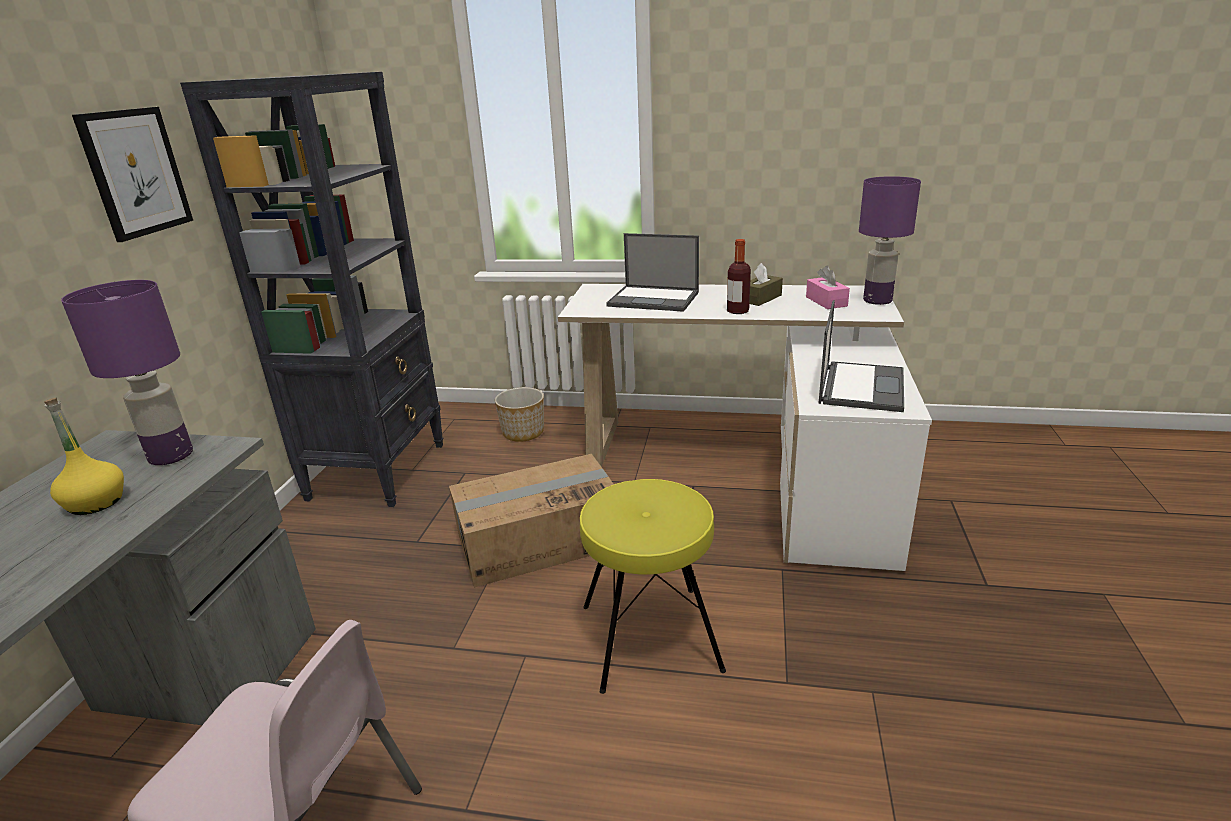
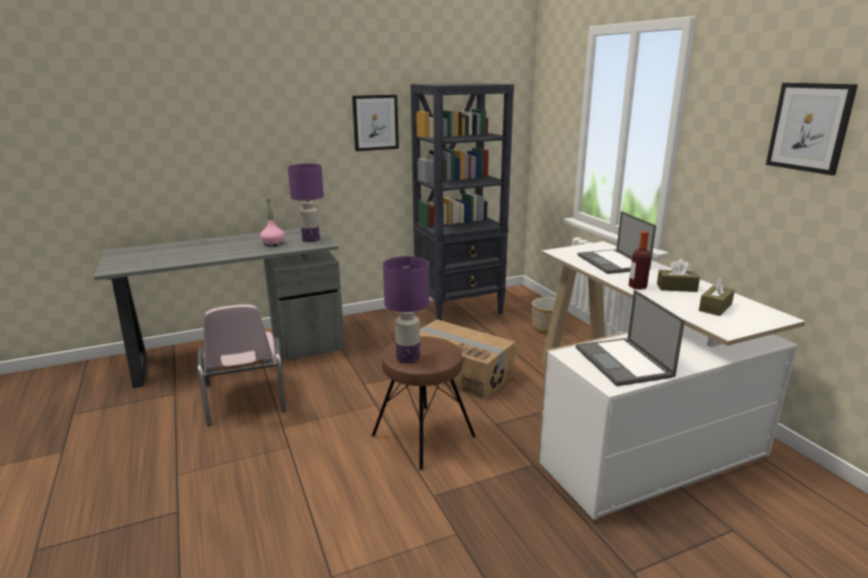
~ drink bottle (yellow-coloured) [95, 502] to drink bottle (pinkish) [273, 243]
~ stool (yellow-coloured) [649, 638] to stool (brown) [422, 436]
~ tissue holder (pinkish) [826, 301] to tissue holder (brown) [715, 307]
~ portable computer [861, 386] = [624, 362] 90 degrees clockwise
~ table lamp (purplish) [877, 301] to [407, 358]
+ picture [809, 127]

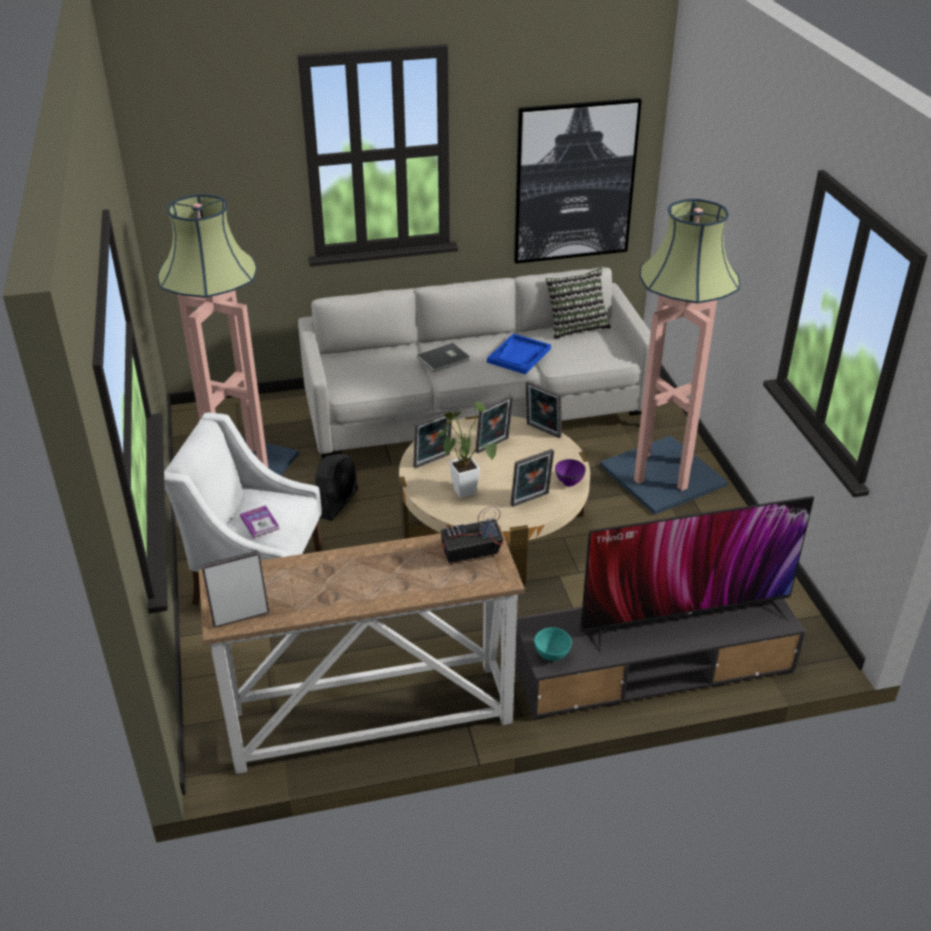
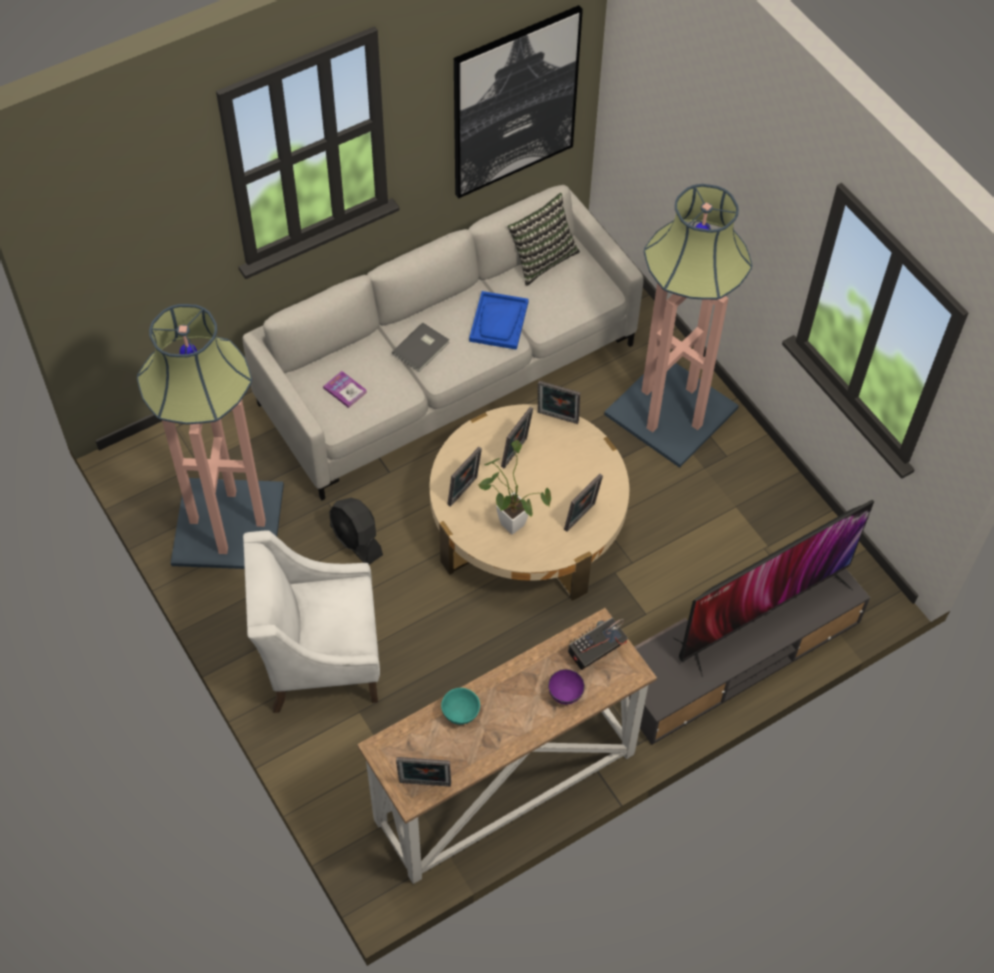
~ standing frame [240, 616] = [424, 785] 135 degrees counterclockwise
~ bound book [259, 522] to [345, 390]
~ electric fan (blackish) [337, 503] = [356, 541] 135 degrees clockwise
~ deep dish (turquoise) [552, 655] to [461, 714]
~ deep dish (purplish) [569, 482] to [565, 694]

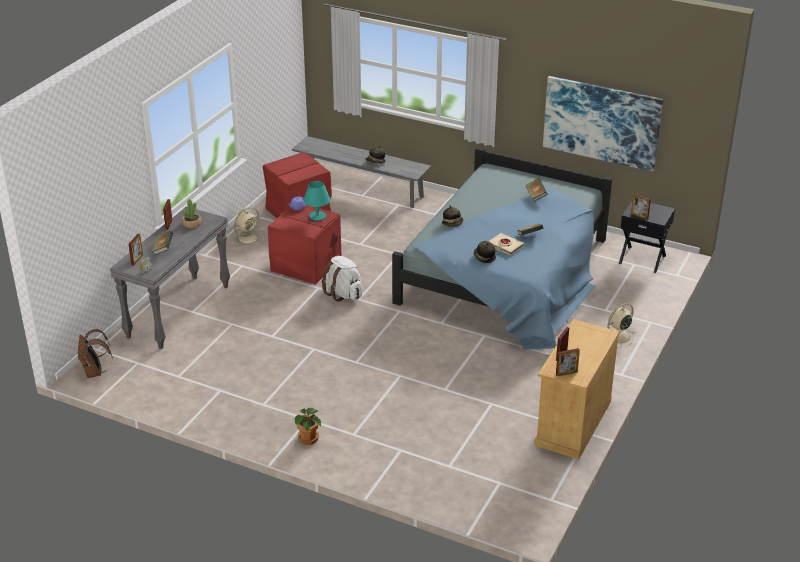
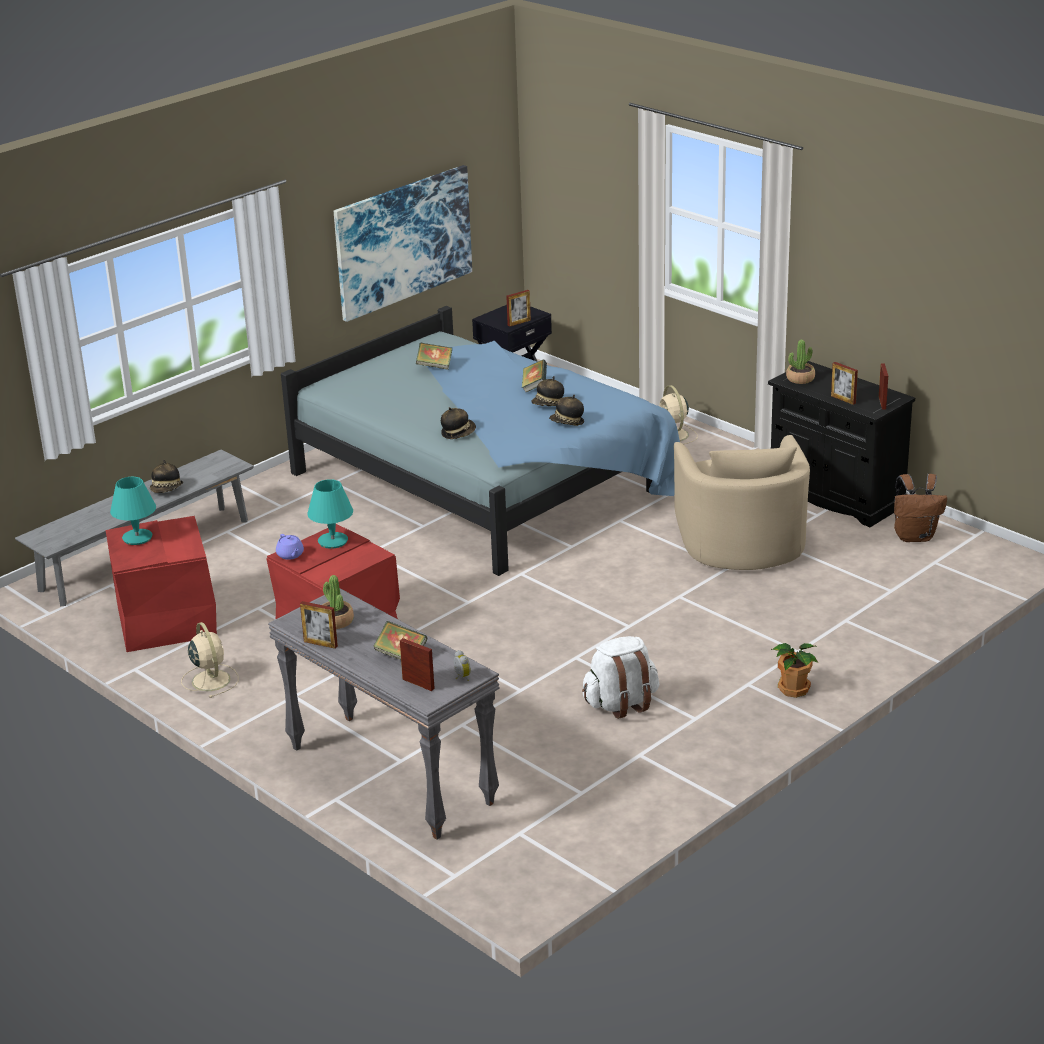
~ backpack (brown) [95, 372] to [915, 536]
~ backpack (white) [343, 294] to [621, 704]
~ bound book (beige-coloured) [505, 246] to wearable hat [548, 405]
~ cupboard (beige-coloured) [573, 423] to cupboard (blackish) [835, 495]
+ table lamp (turquoise) [137, 538]
+ easy chair (beige-coloured) [740, 539]
+ houseplant [800, 379]

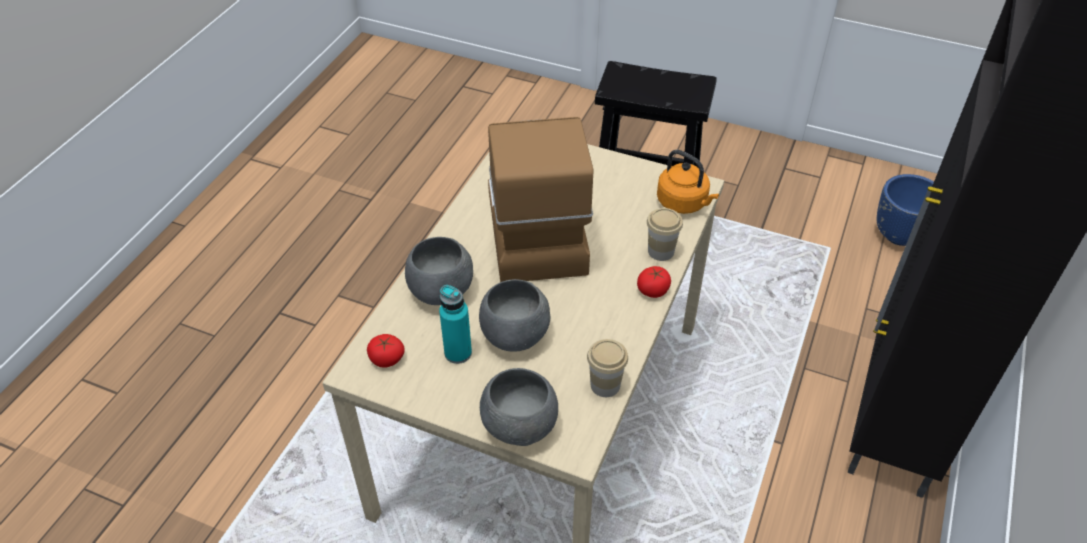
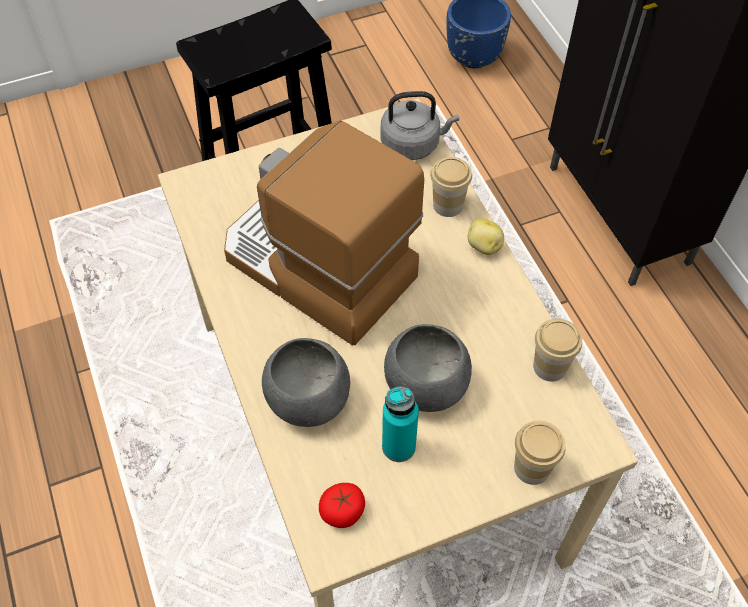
~ deep dish (gray) [519, 427] to cup [532, 468]
~ fresh tomato [653, 290] to spud [484, 247]
~ tea kettle (orange) [684, 203] to tea kettle (gray) [413, 144]

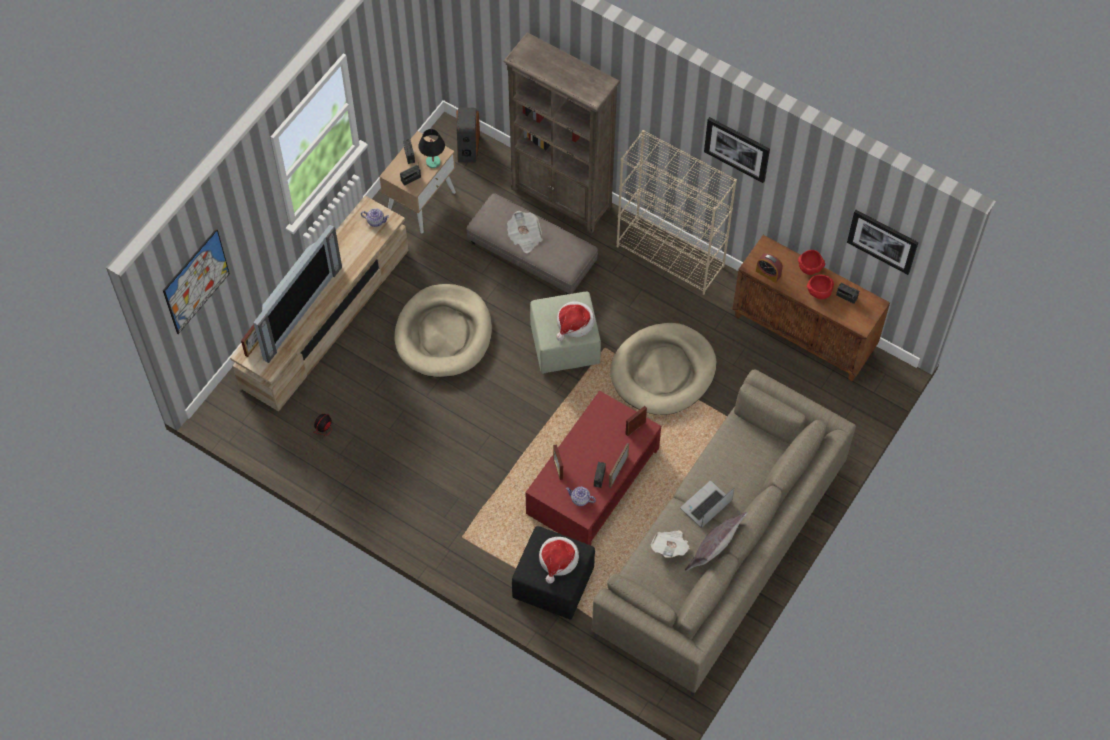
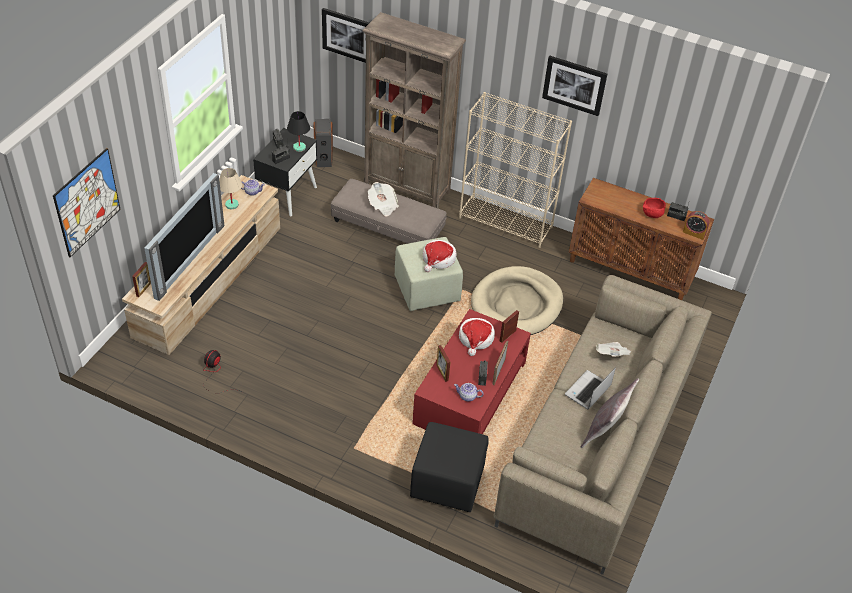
~ bedside table (beige-coloured) [421, 202] to bedside table (blackish) [288, 195]
- dog bed (beige-coloured) [443, 334]
~ wearable hat [558, 560] to [476, 339]
~ newspaper [670, 547] to [611, 355]
~ alarm clock [768, 273] to [694, 233]
- deep dish (red) [810, 268]
~ picture [882, 241] to [348, 35]
+ table lamp (beige-coloured) [232, 205]

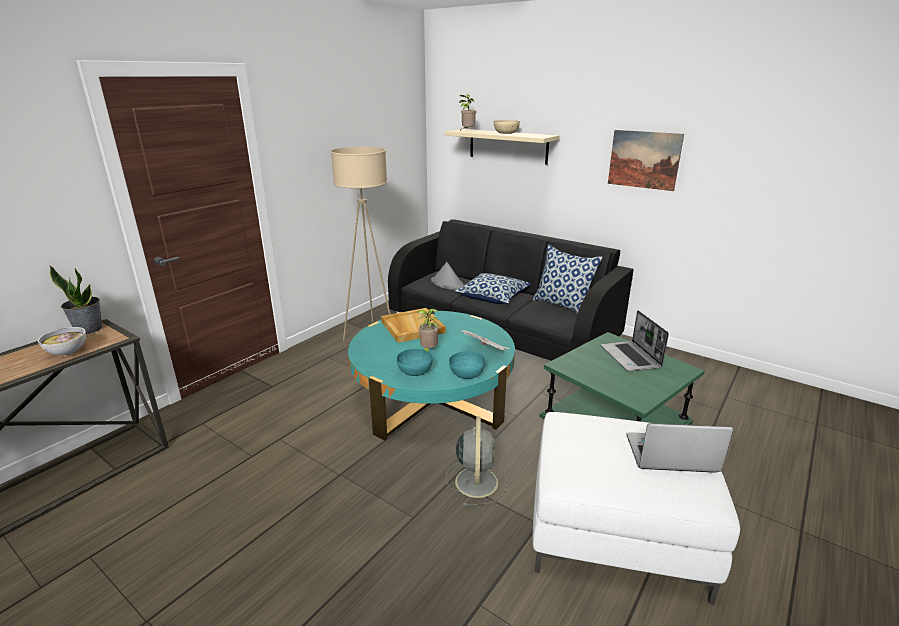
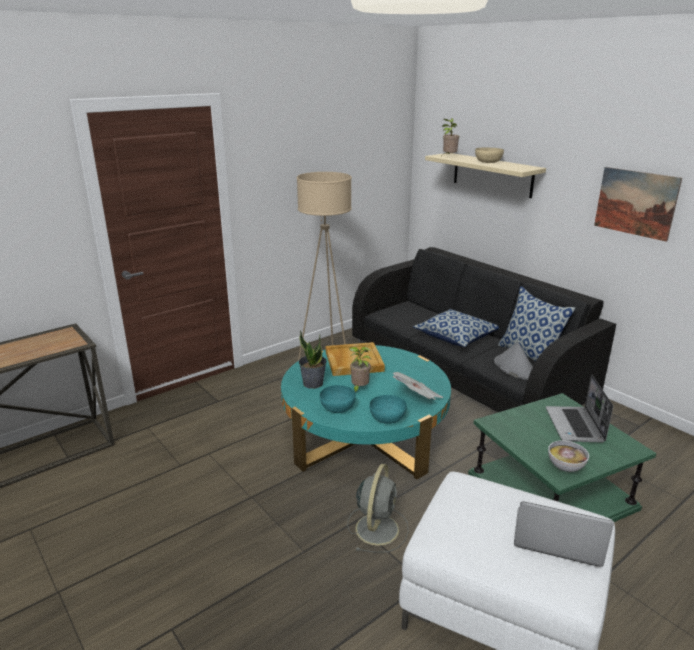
~ deep dish [68, 353] to [565, 467]
~ houseplant [89, 329] to [313, 383]
~ wearable hat (gray) [447, 283] to [515, 368]

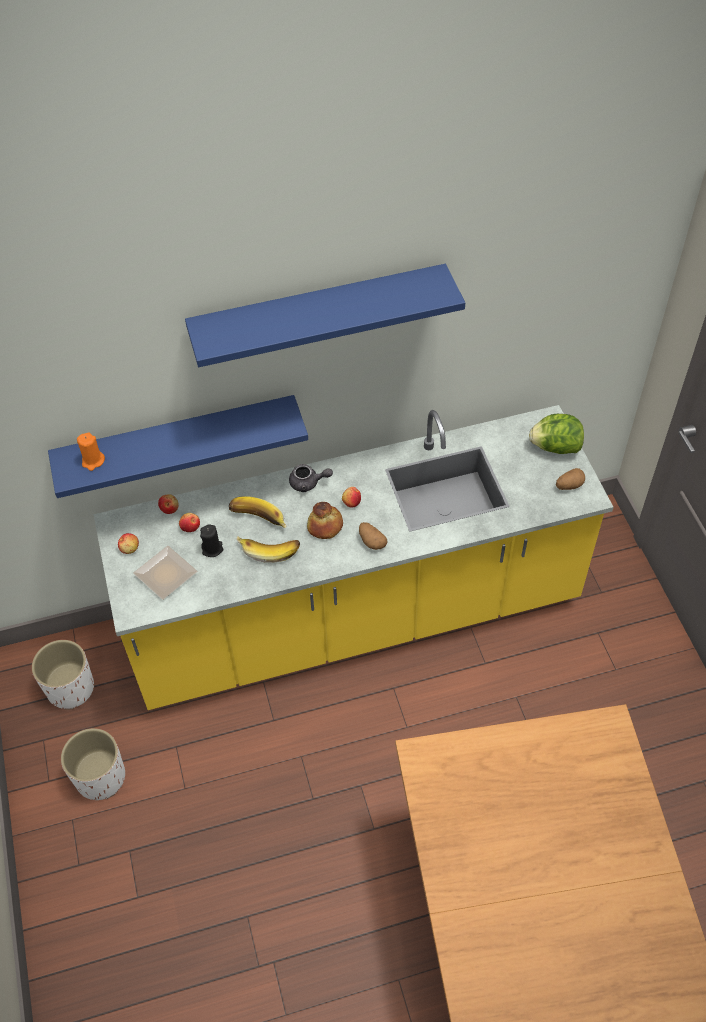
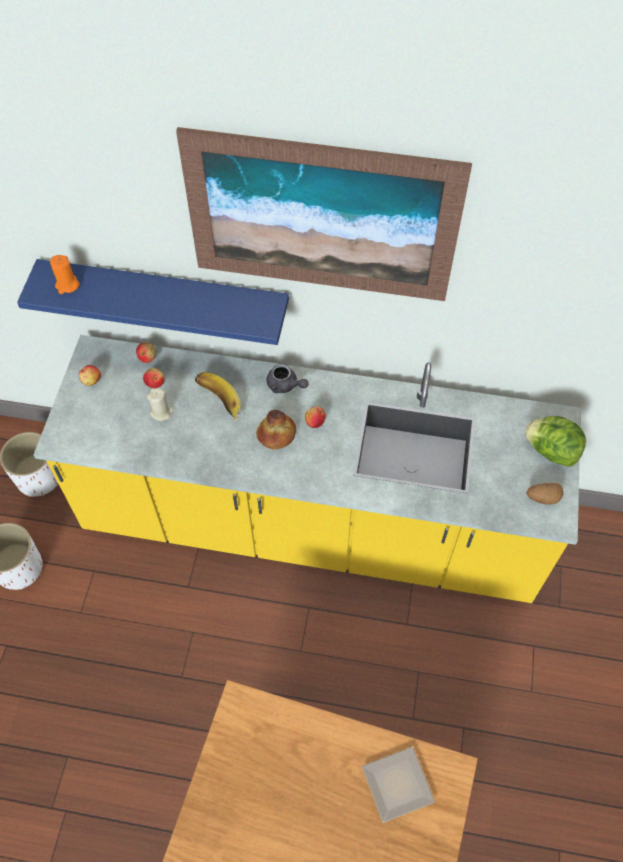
~ dinner plate [168, 574] to [400, 786]
~ wall shelf (bluish) [319, 313] to picture [321, 218]
~ wax light (blackish) [212, 549] to wax light (beige-coloured) [161, 412]
- whole banana [270, 549]
- spud [371, 541]

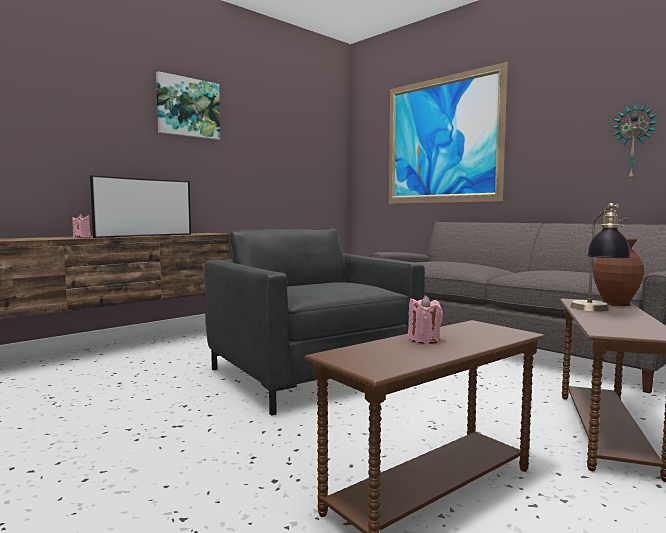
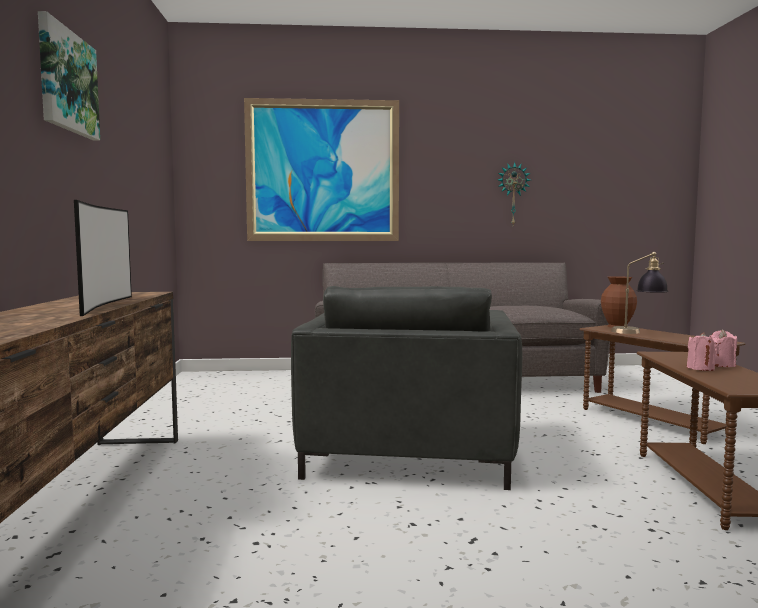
~ wax light (pinkish) [82, 237] to [721, 365]
~ easy chair (gray) [311, 374] = [408, 451] 90 degrees counterclockwise

